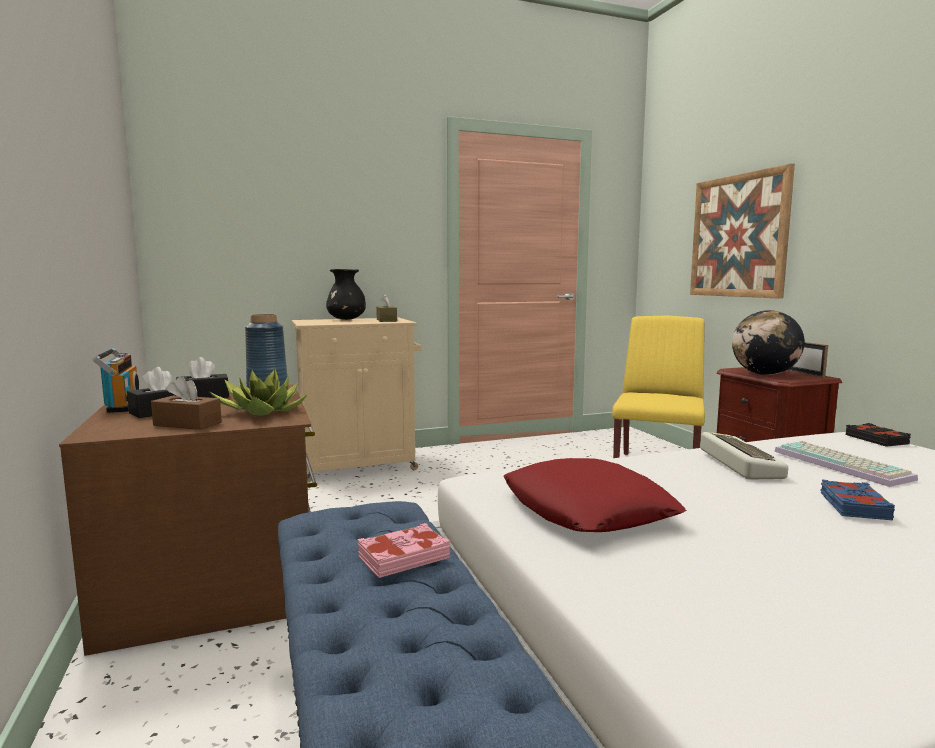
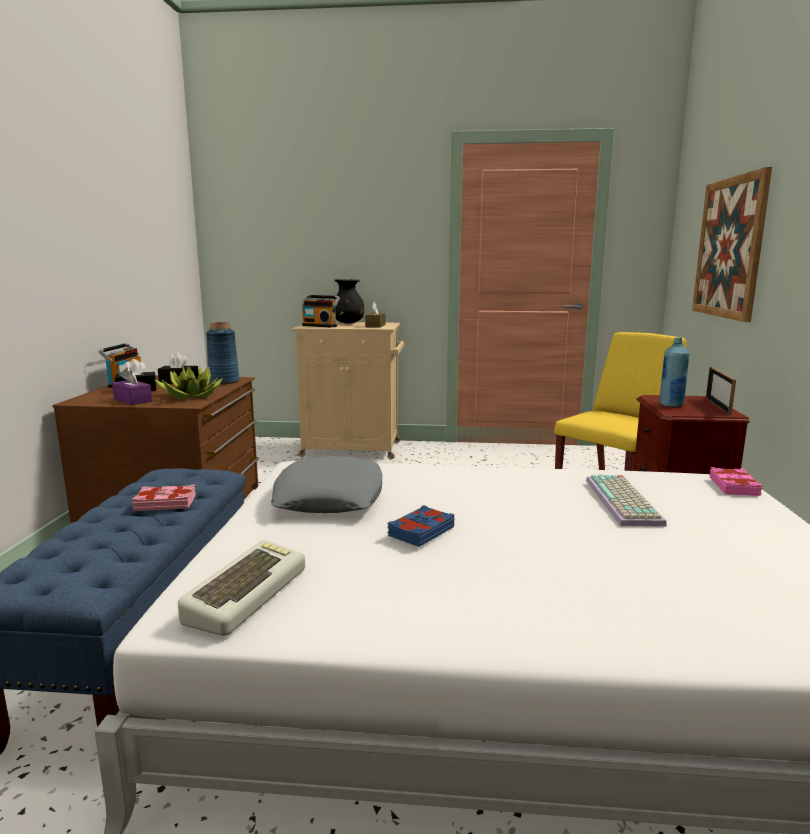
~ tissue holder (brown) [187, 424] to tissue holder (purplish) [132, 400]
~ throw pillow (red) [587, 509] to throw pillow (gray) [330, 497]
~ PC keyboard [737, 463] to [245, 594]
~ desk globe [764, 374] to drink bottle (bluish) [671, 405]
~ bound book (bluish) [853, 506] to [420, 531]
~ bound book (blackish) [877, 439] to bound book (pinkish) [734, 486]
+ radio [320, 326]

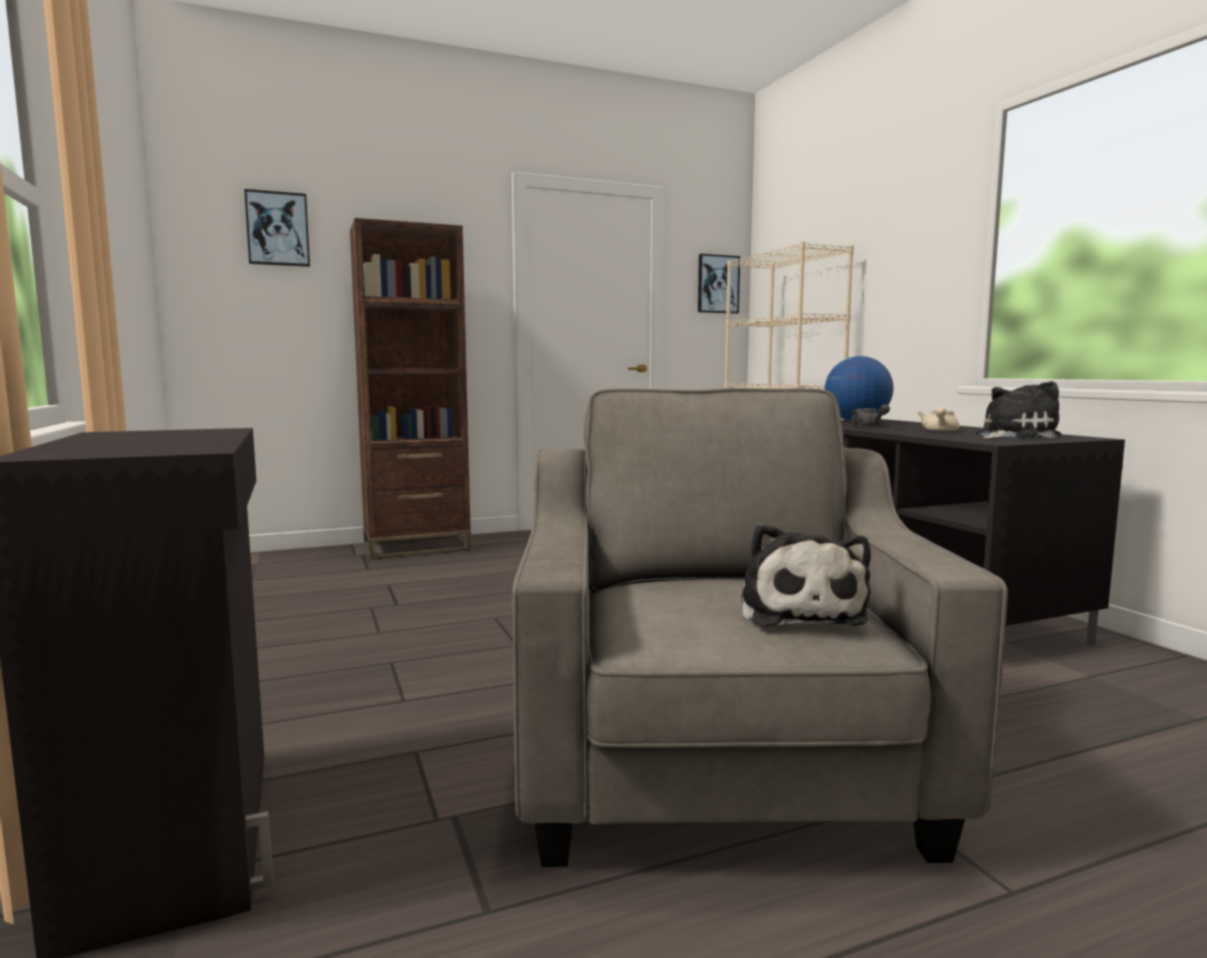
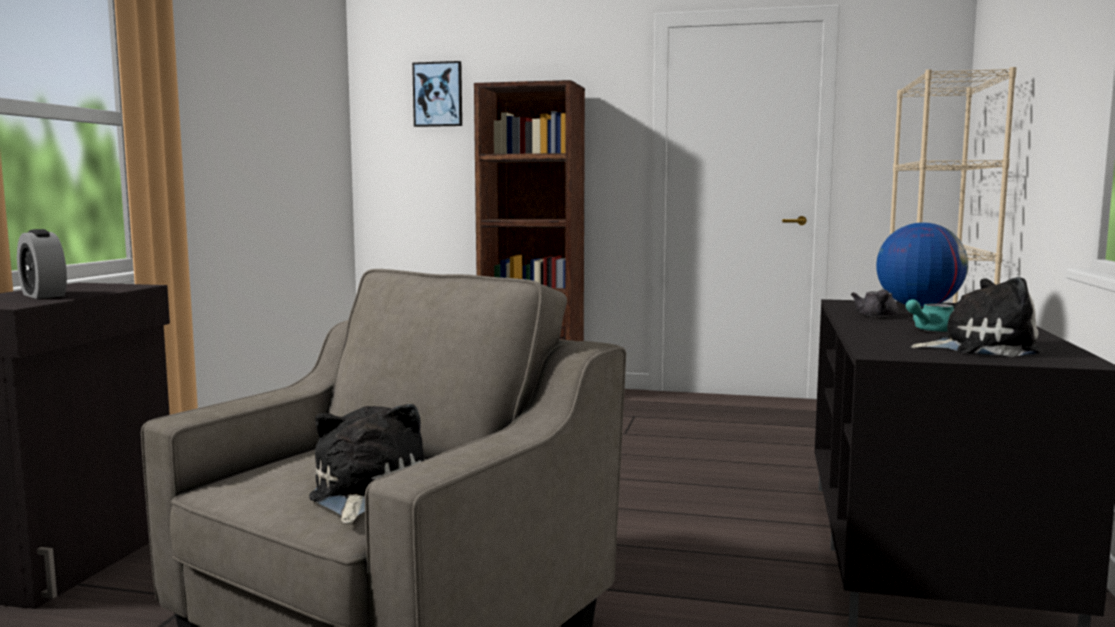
- picture [718, 284]
~ cuddly toy [800, 612] = [364, 493] 150 degrees clockwise
~ teapot (beige-coloured) [939, 431] to teapot (turquoise) [930, 330]
+ alarm clock [43, 295]

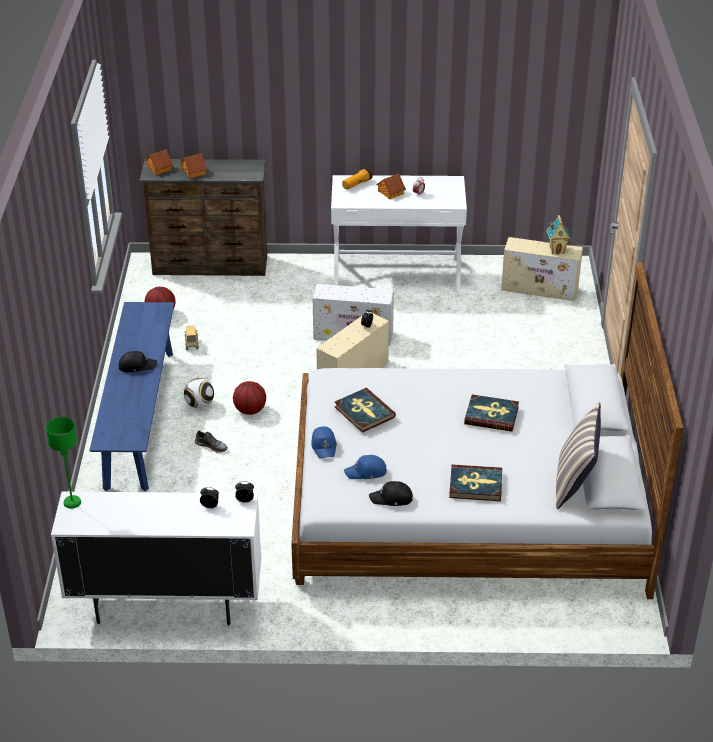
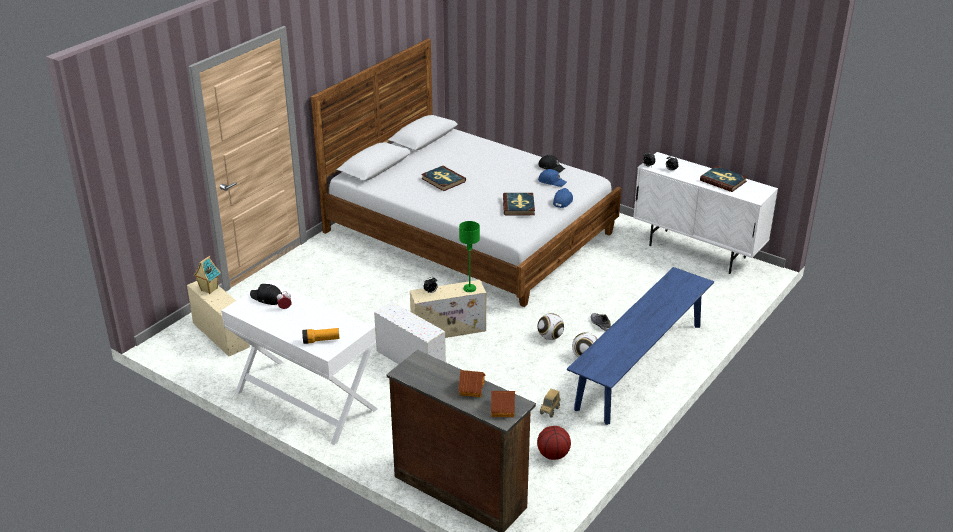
~ table lamp (greenish) [72, 502] to [469, 288]
~ cap (blackish) [137, 366] to [267, 298]
~ basketball ball [250, 410] to football ball [550, 337]
- model house [390, 192]
~ bound book [475, 485] to [723, 181]
- throw pillow [574, 484]

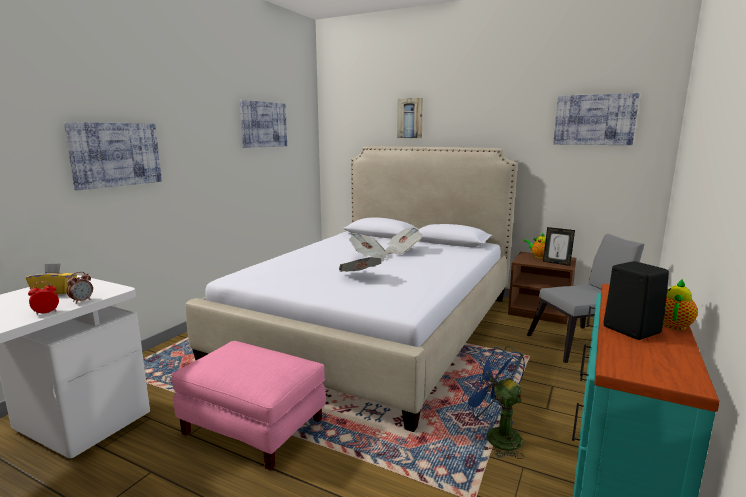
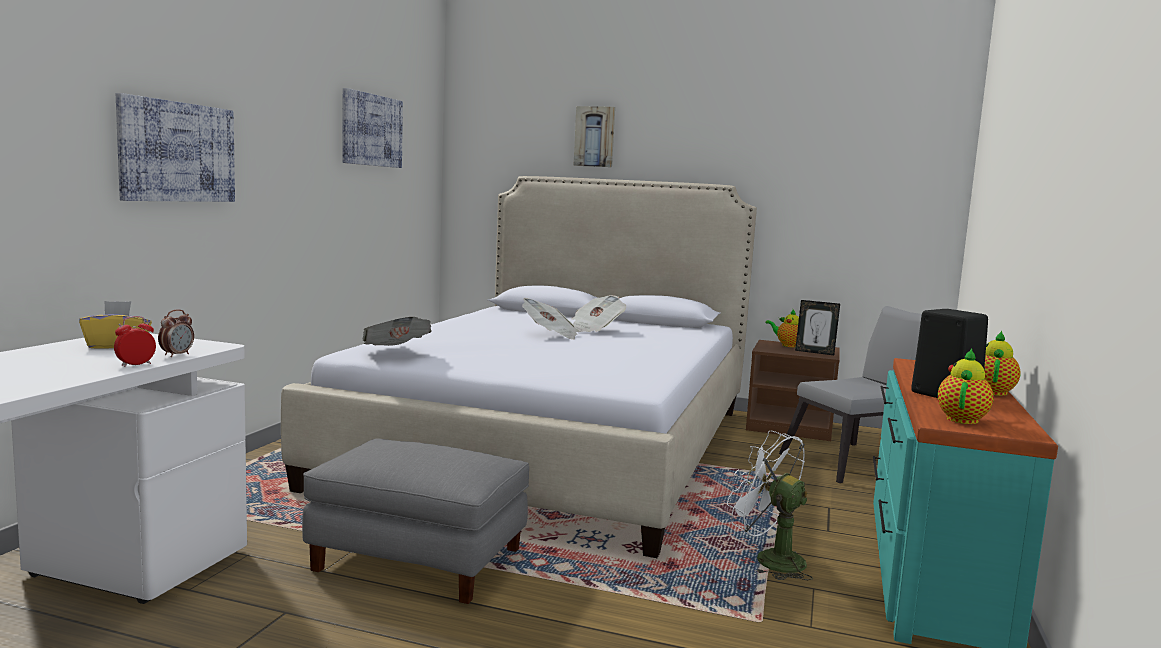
~ footrest (pinkish) [254, 426] to footrest (gray) [420, 559]
~ newspaper [359, 277] to [396, 352]
~ electric fan (bluish) [496, 436] to electric fan (white) [769, 559]
- picture [594, 120]
+ teapot [962, 419]

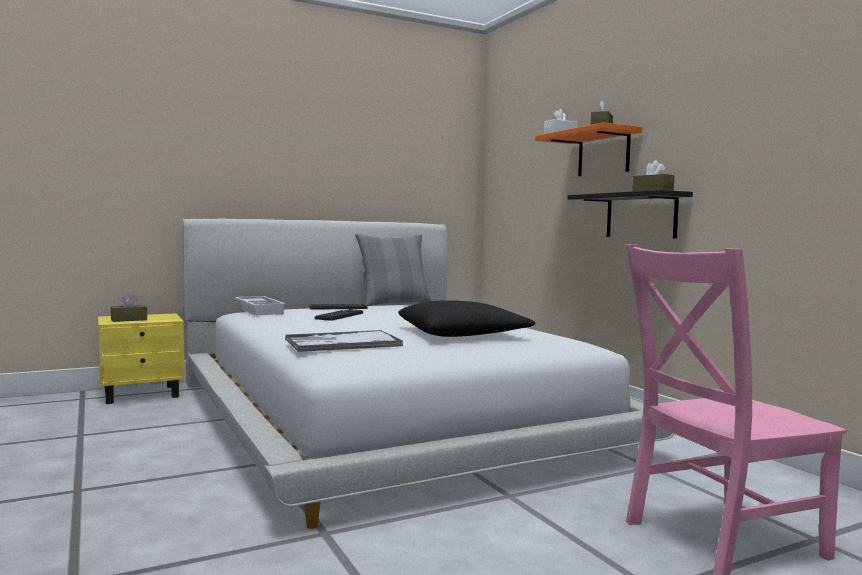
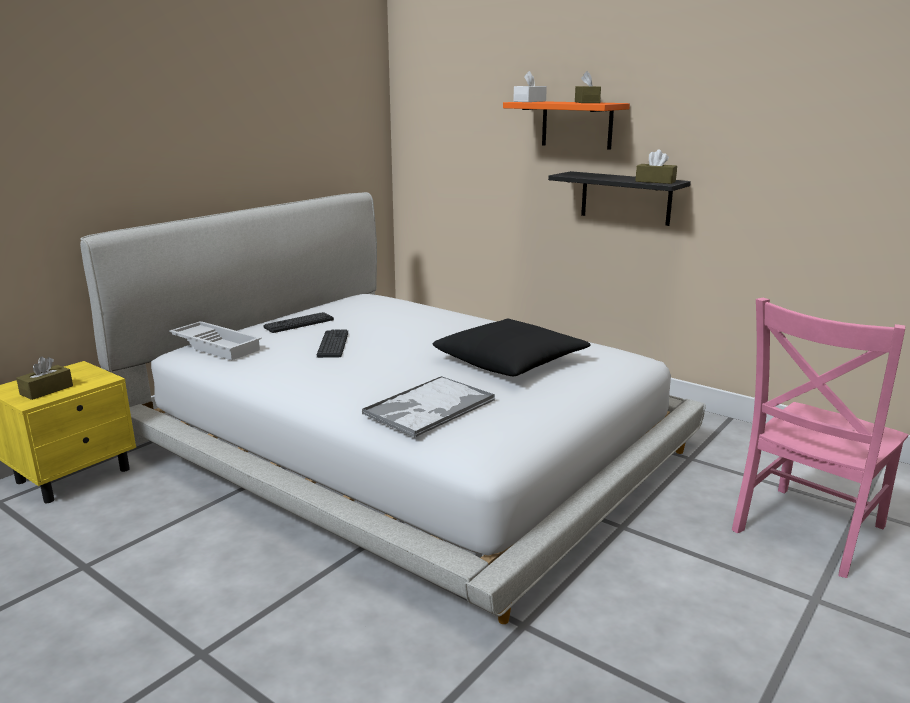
- throw pillow (gray) [394, 303]

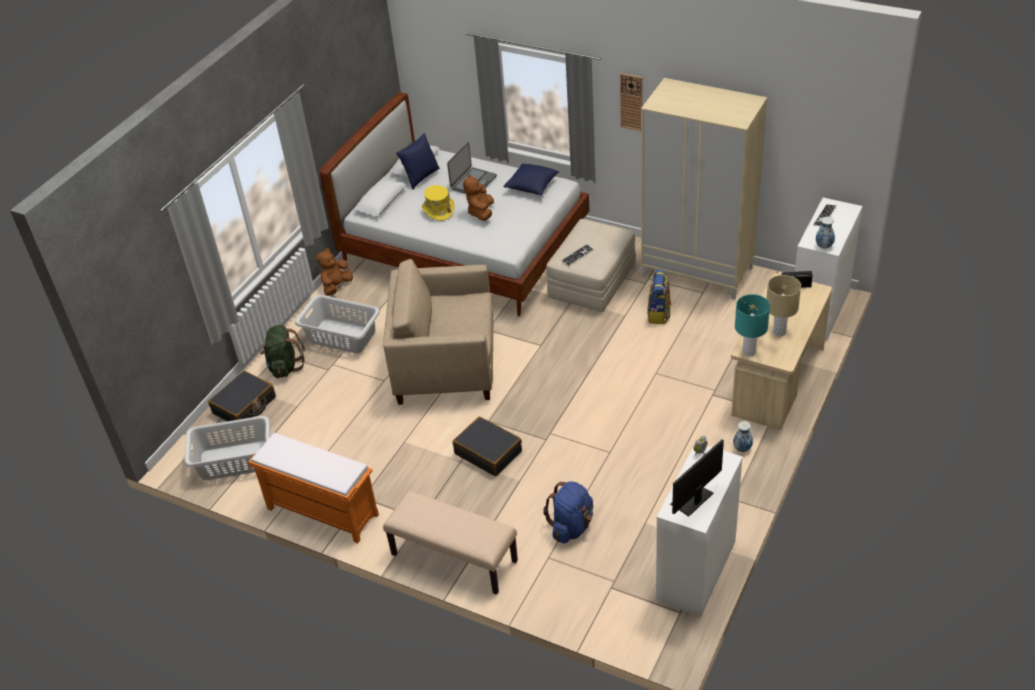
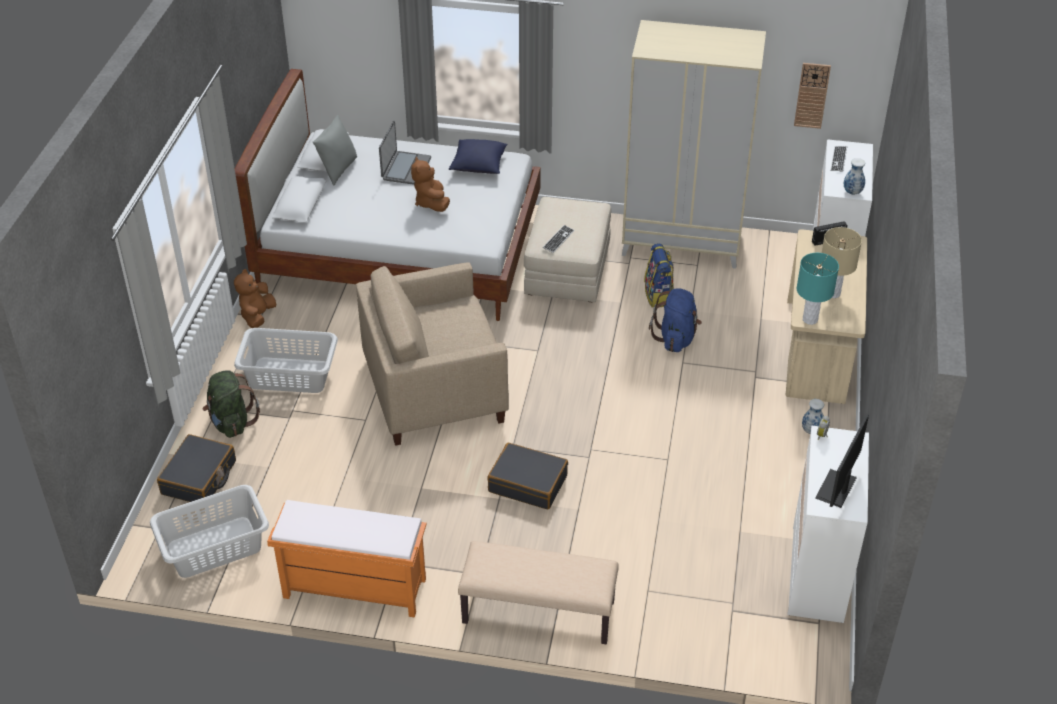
~ throw pillow (bluish) [420, 177] to throw pillow (gray) [337, 170]
- wearable hat (yellow-coloured) [438, 210]
~ backpack (bluish) [572, 526] to [676, 338]
~ hanging clock [631, 102] to [812, 95]

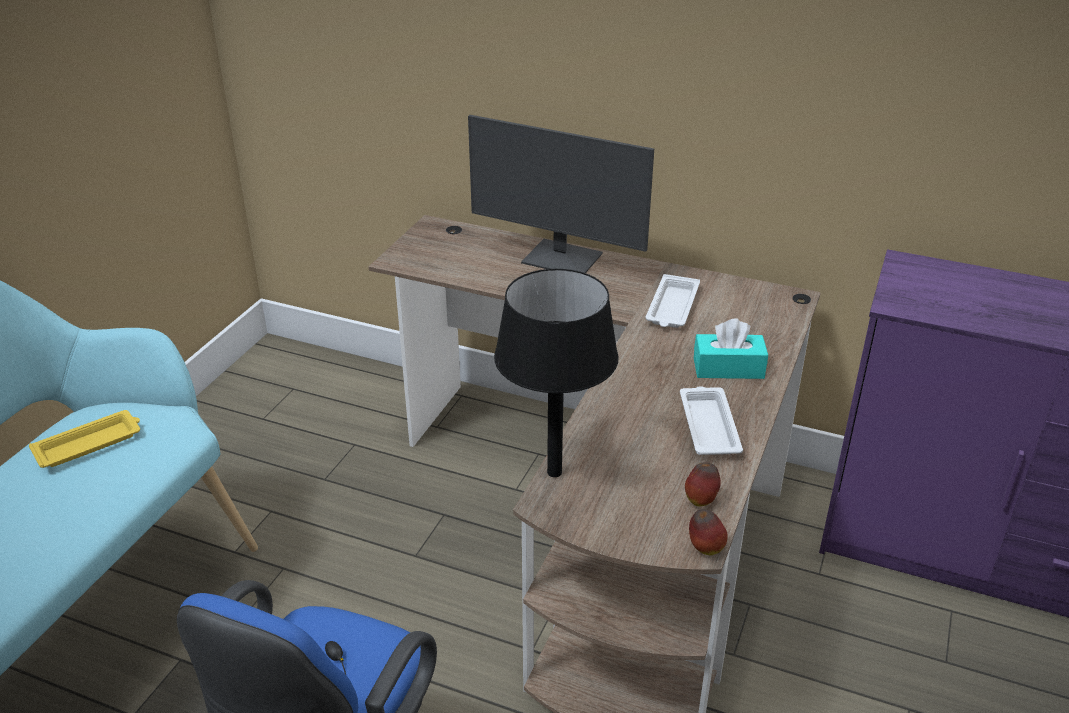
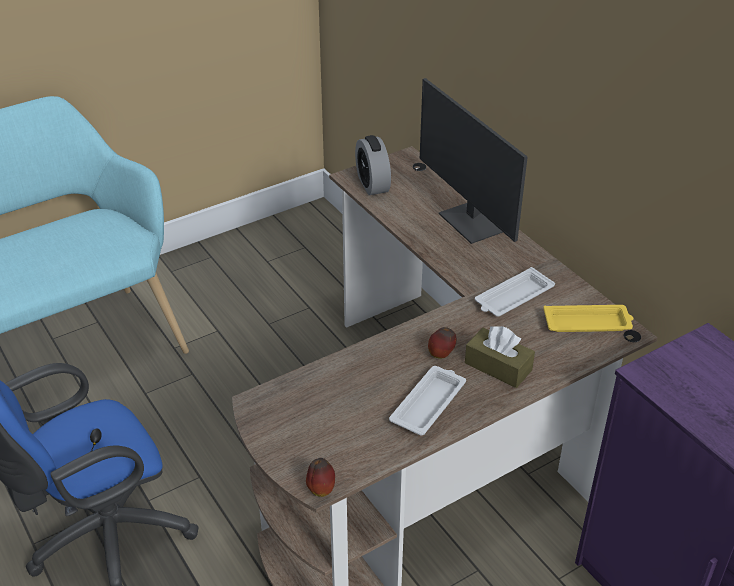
~ carrying tray (yellow-coloured) [90, 444] to [588, 323]
- table lamp (blackish) [555, 472]
~ whole apple [701, 500] to [441, 355]
~ tissue holder (turquoise) [728, 368] to tissue holder (brown) [498, 366]
+ alarm clock [372, 184]

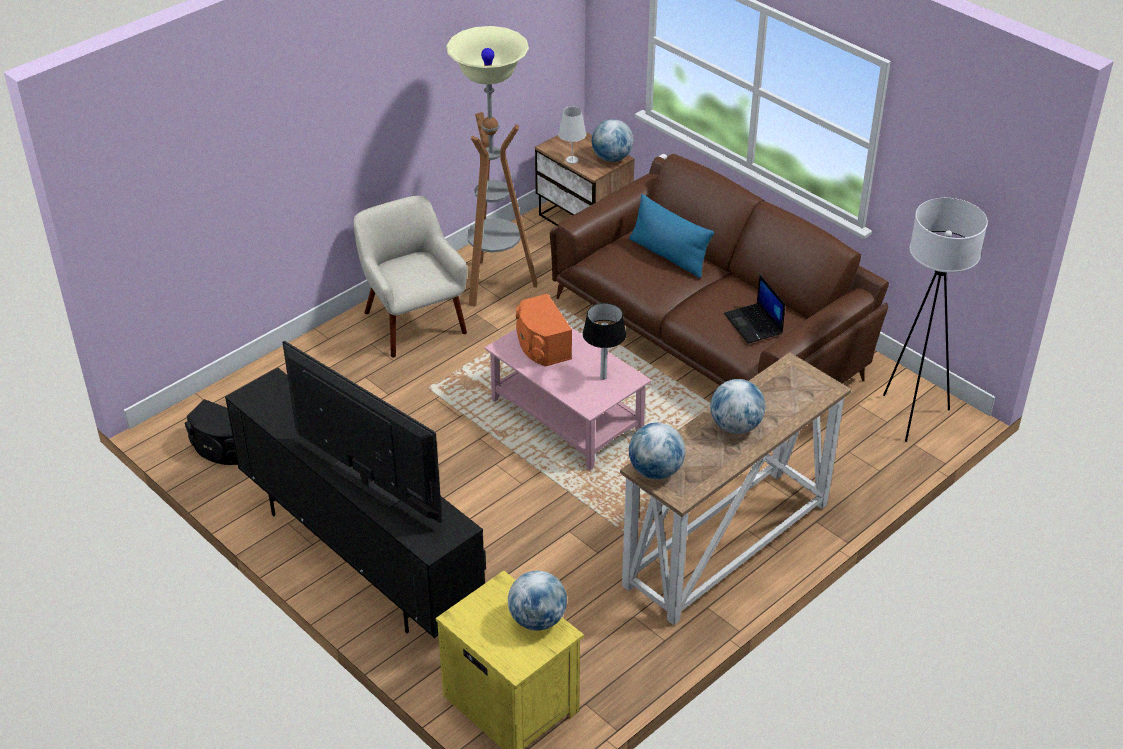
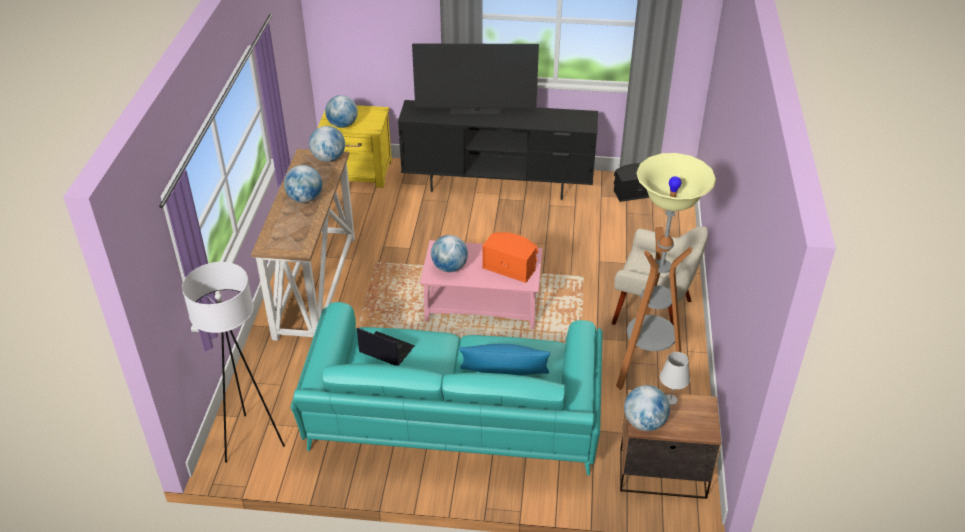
~ settee (brown) [710, 335] to settee (turquoise) [452, 421]
~ table lamp [603, 377] to desk globe [449, 267]

